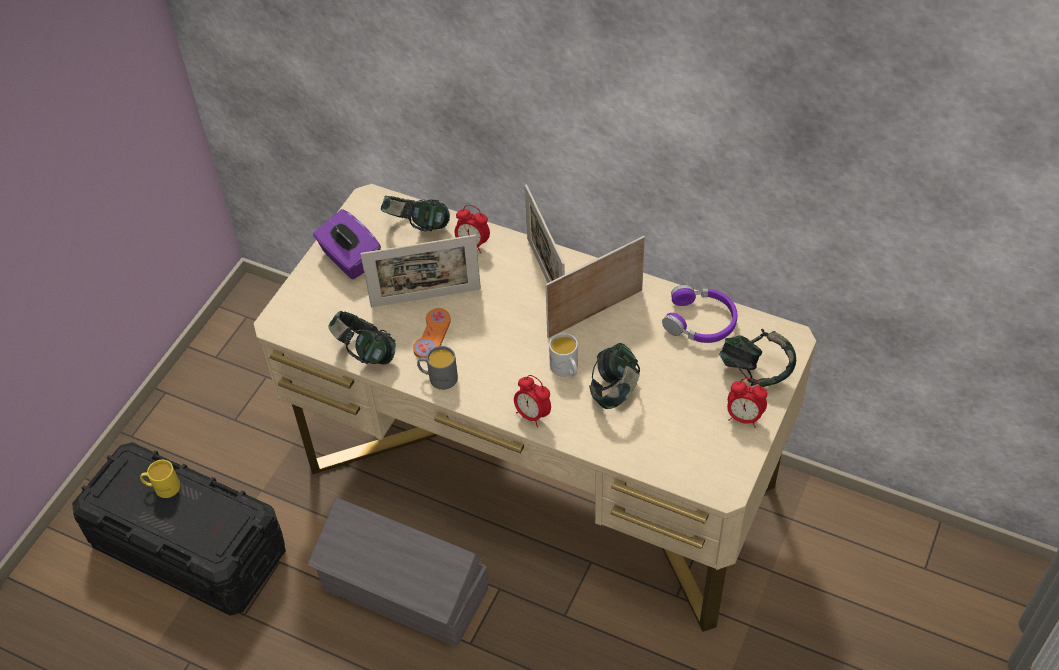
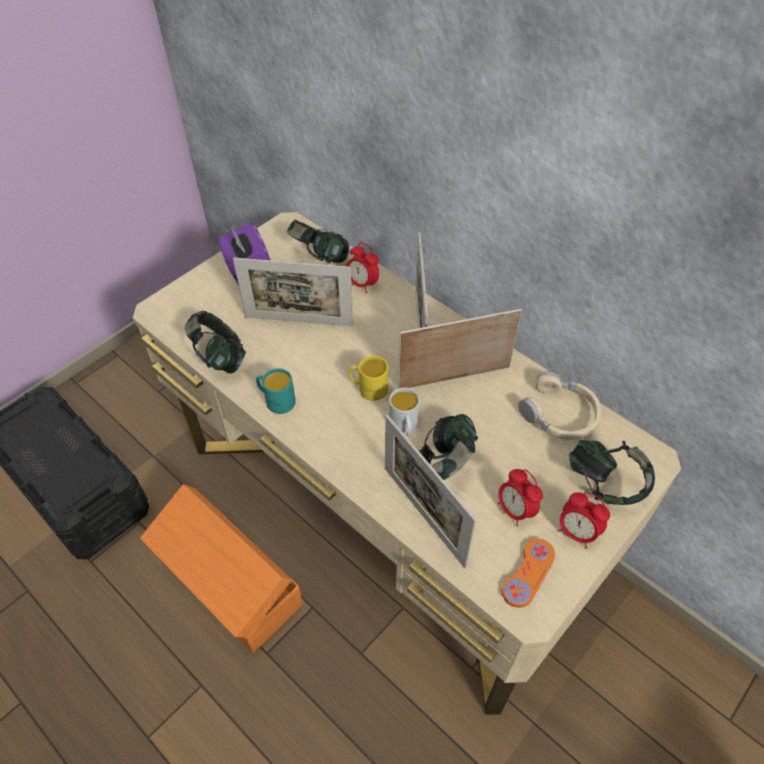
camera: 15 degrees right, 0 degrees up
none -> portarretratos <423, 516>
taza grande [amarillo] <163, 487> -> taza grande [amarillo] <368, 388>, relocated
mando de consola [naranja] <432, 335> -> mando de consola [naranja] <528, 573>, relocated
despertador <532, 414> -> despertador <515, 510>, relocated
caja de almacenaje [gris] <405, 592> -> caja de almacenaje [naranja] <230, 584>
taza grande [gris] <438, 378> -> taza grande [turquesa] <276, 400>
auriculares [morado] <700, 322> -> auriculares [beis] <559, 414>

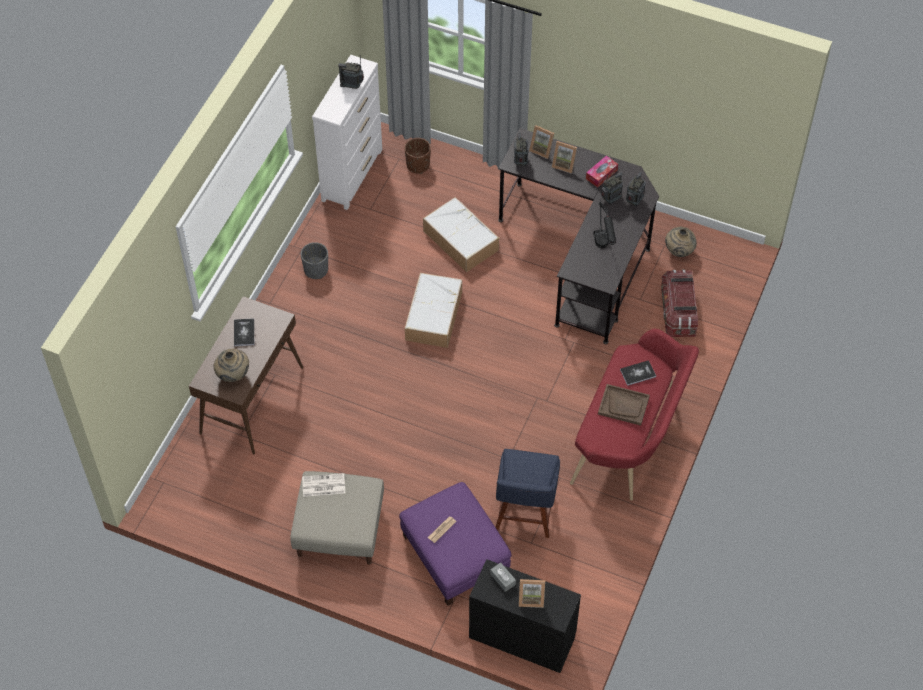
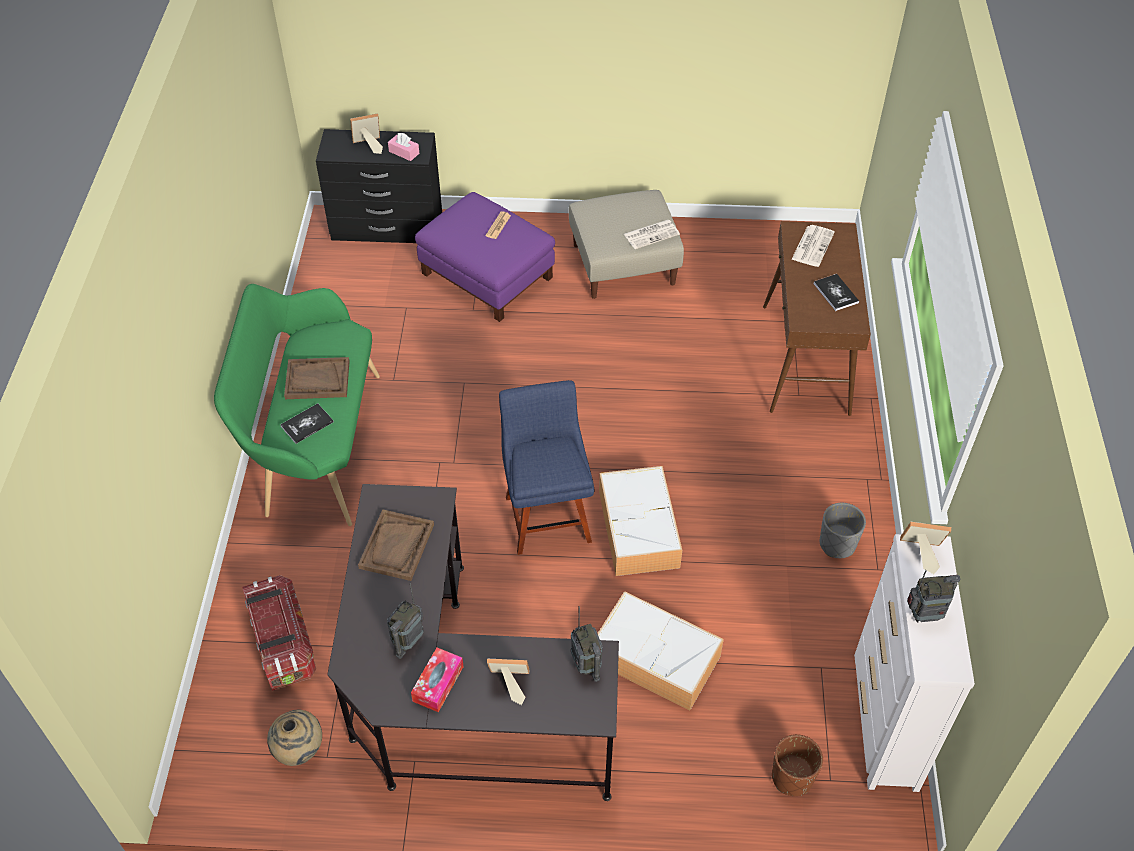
camera: 160 degrees right, 5 degrees down
radio <634, 201> -> none
silla [azul] <524, 515> -> silla [azul] <547, 515>, relocated
portarretratos <542, 149> -> portarretratos <919, 553>, relocated
florero [beis] <233, 376> -> periódico <812, 245>
lámpara de mesa [negro] <603, 250> -> bandeja [marrón] <397, 546>
caja de pañuelos [gris] <503, 579> -> caja de pañuelos [rosa] <404, 152>
banco [rojo] <630, 440> -> banco [verde] <315, 446>

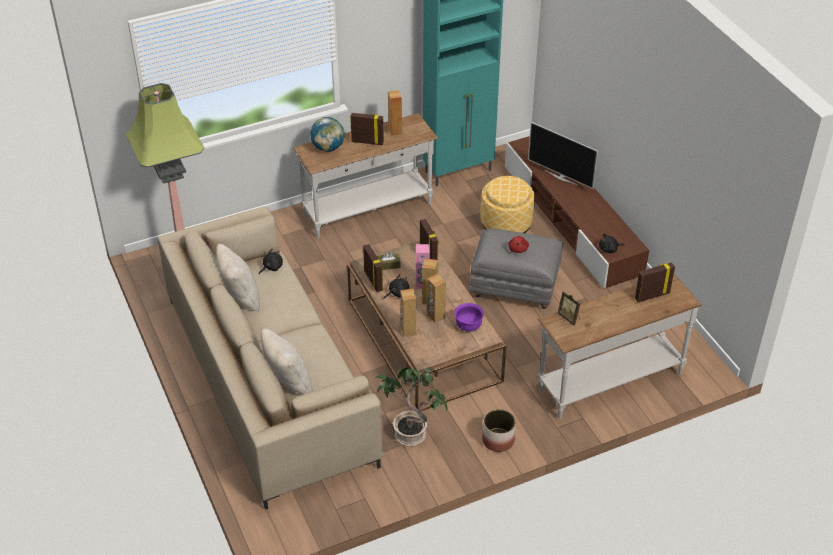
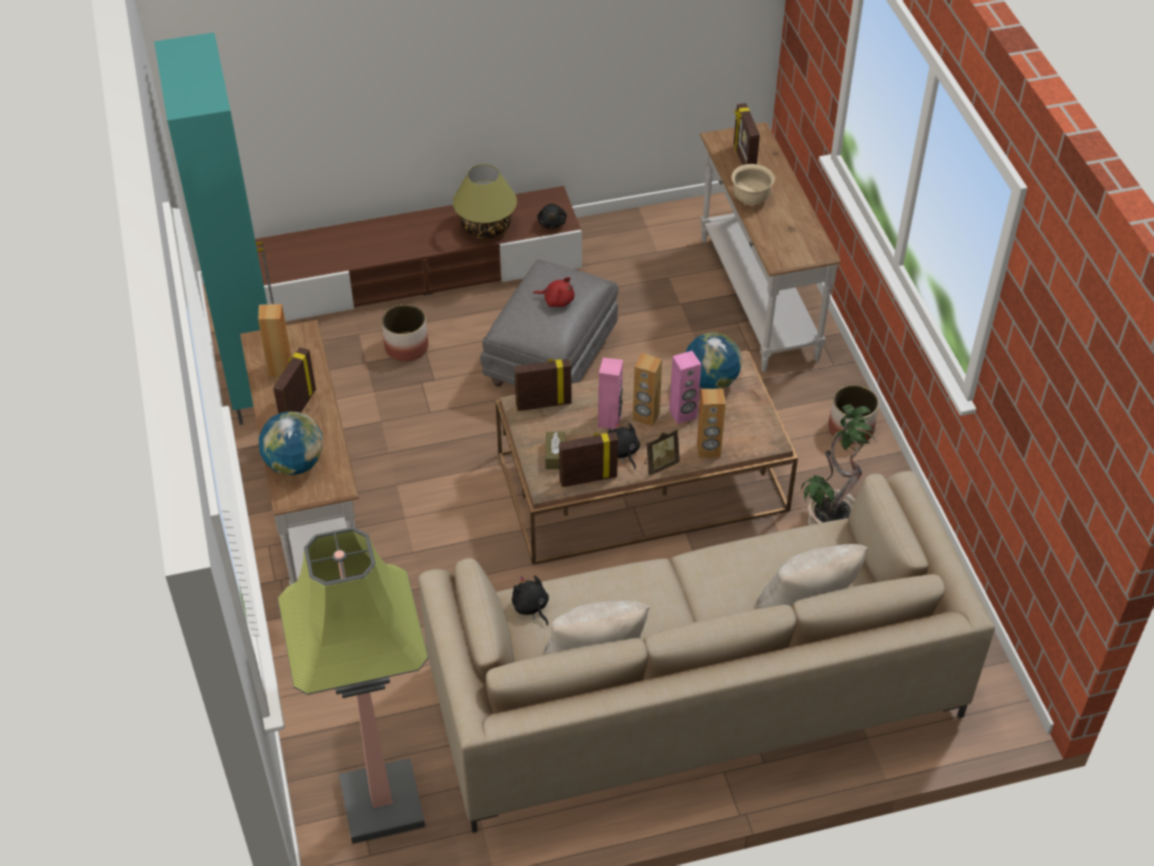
camera: 80 degrees left, 5 degrees up
televisor <561, 177> -> none
none -> lámpara de mesa <486, 227>
none -> cuenco [beis] <751, 198>
portarretratos <569, 318> -> portarretratos <660, 464>, relocated
cuenco [morado] <468, 326> -> globo terráqueo <711, 381>
puf <506, 224> -> maceta <406, 347>
altavoz [marrón] <436, 316> -> altavoz [rosa] <683, 414>

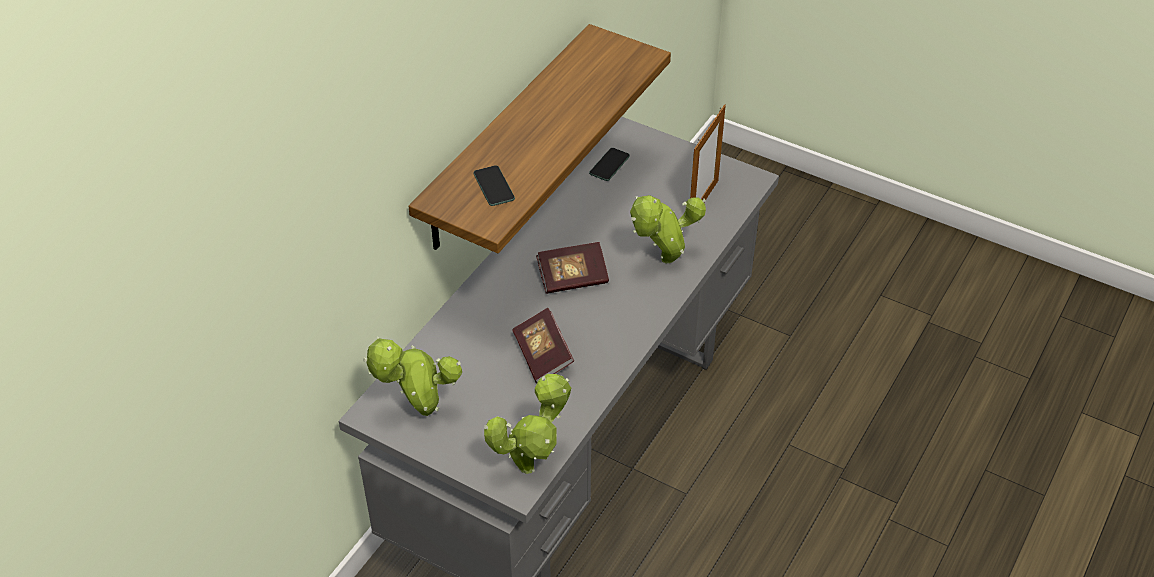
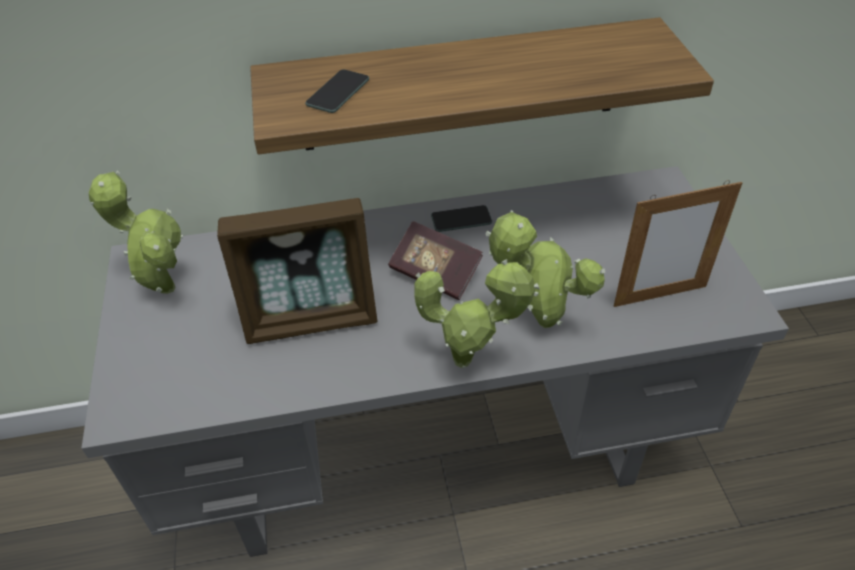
camera: 50 degrees right, 0 degrees up
planta en maceta <531, 464> -> planta en maceta <469, 361>, relocated
móvil <609, 165> -> móvil <461, 219>, relocated
libro <543, 355> -> portarretratos <312, 319>

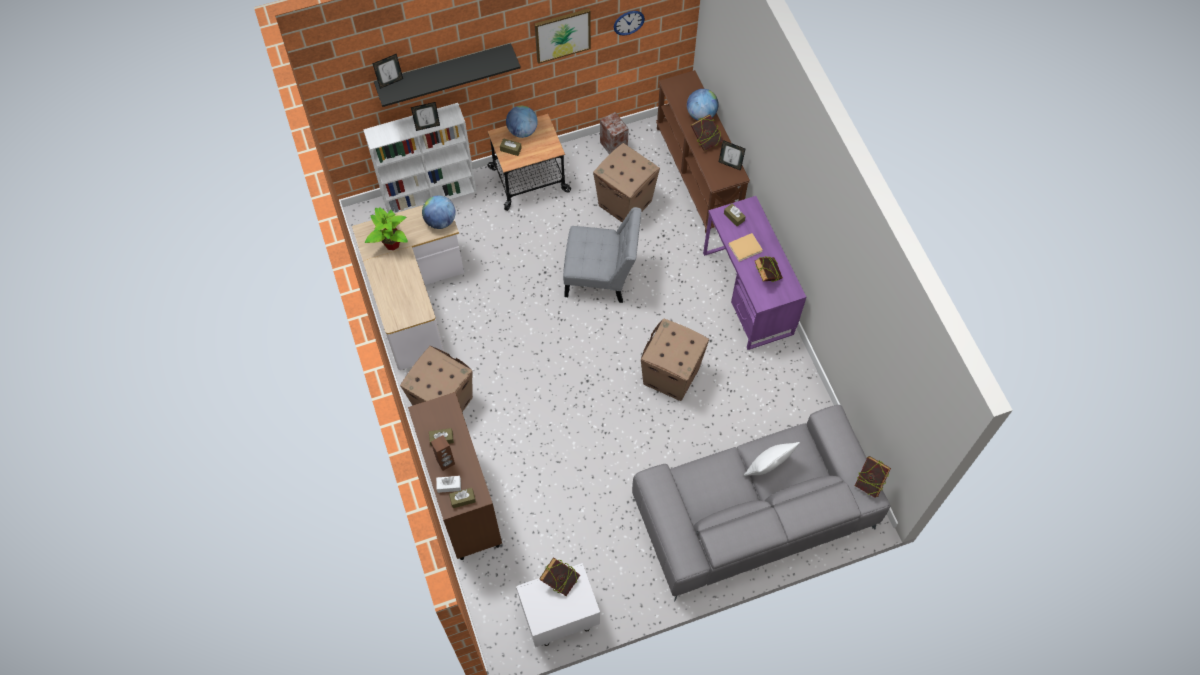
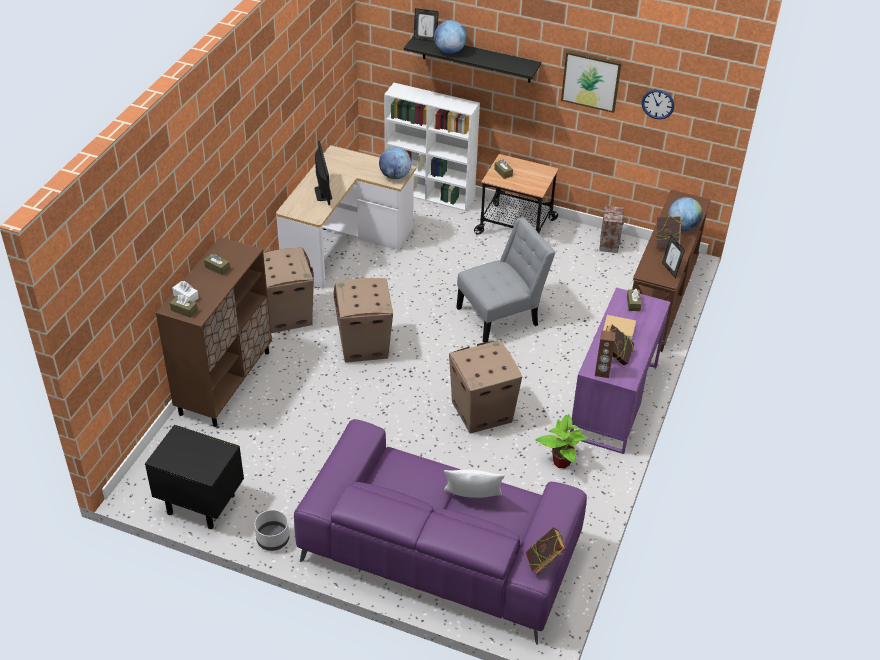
camera: 40 degrees right, 20 degrees down
portarretratos <427, 126> -> none
libro <560, 581> -> none
none -> maceta [gris] <272, 539>
none -> monitor <323, 193>
planta en maceta <391, 243> -> planta en maceta <561, 461>, relocated
altavoz [marrón] <446, 462> -> altavoz [marrón] <602, 372>, relocated
globo terráqueo <522, 131> -> globo terráqueo <450, 51>, relocated
caja de cartón <625, 203> -> caja de cartón <364, 346>, relocated
mesita de noche [blanco] <559, 617> -> mesita de noche [negro] <200, 503>
sofá [gris] <753, 513> -> sofá [morado] <439, 551>
silla [gris] <601, 276> -> silla [gris] <501, 315>, 75 degrees counterclockwise

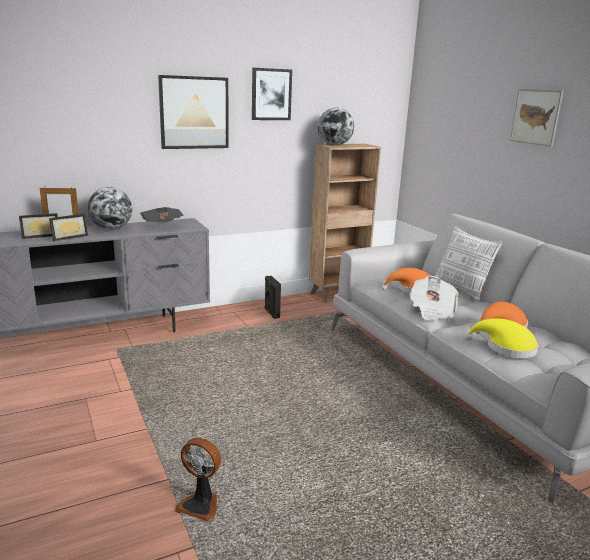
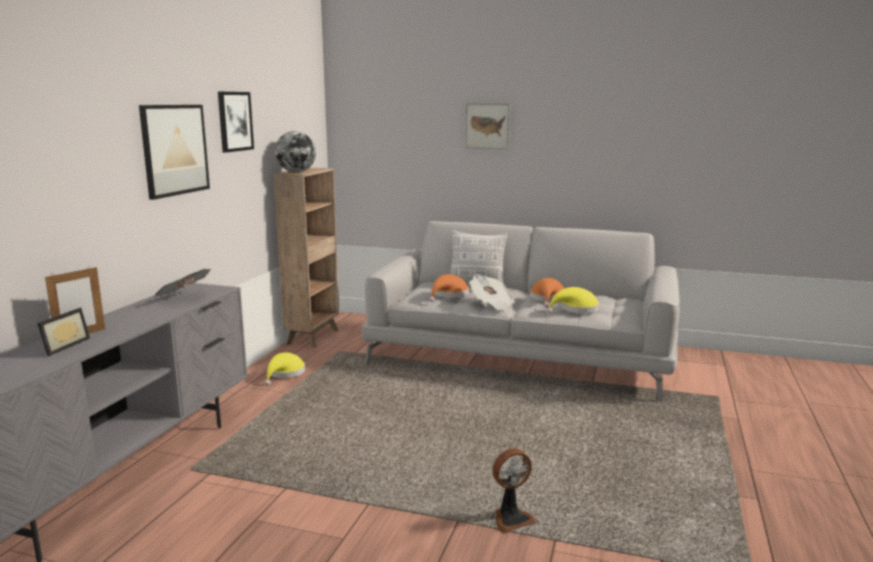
camera: 45 degrees left, 5 degrees down
portarretratos <68, 237> -> none
globo terráqueo <111, 229> -> none
altavoz [negro] <271, 313> -> sombrero [amarillo] <285, 374>

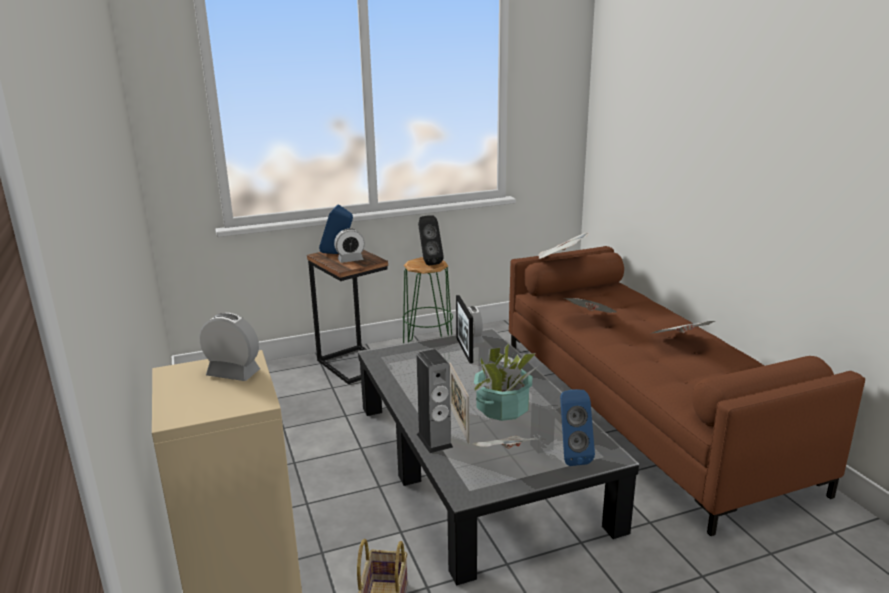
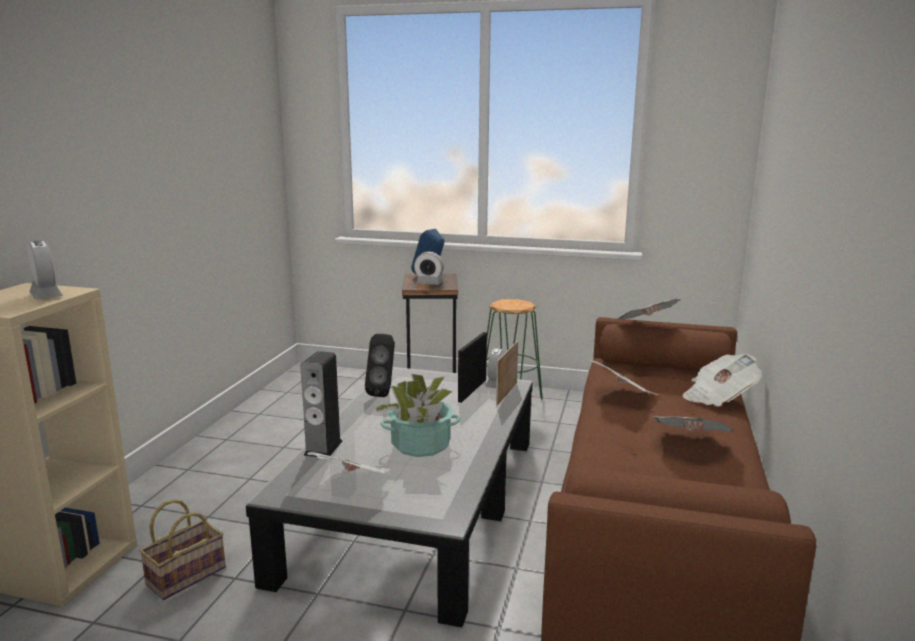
camera: 35 degrees right, 5 degrees down
altavoz [azul] <571, 455> -> none
none -> periódico <718, 397>
altavoz [negro] <428, 262> -> altavoz [negro] <384, 392>, relocated
portarretratos <459, 424> -> portarretratos <506, 394>, relocated

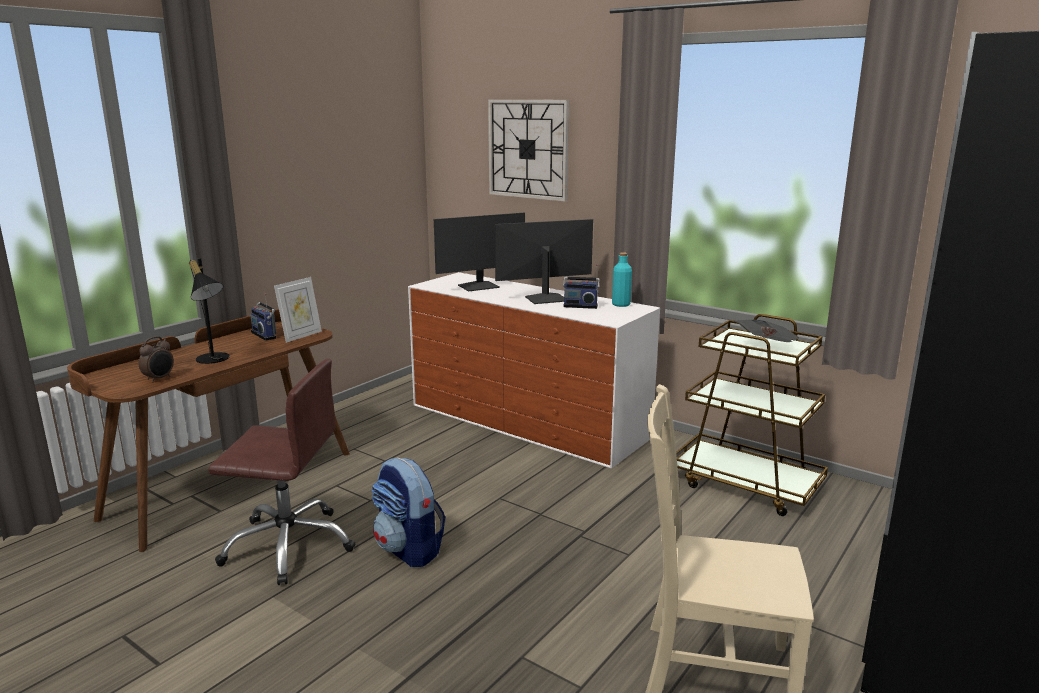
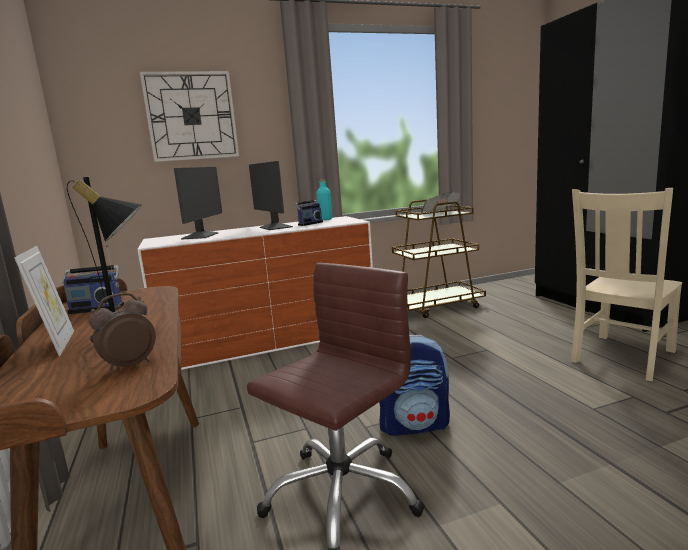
camera: 55 degrees left, 5 degrees down
portarretratos <301, 336> -> portarretratos <58, 344>, relocated
despertador <159, 379> -> despertador <129, 366>, 105 degrees counterclockwise
monitor <545, 298> -> monitor <275, 227>, 45 degrees counterclockwise

